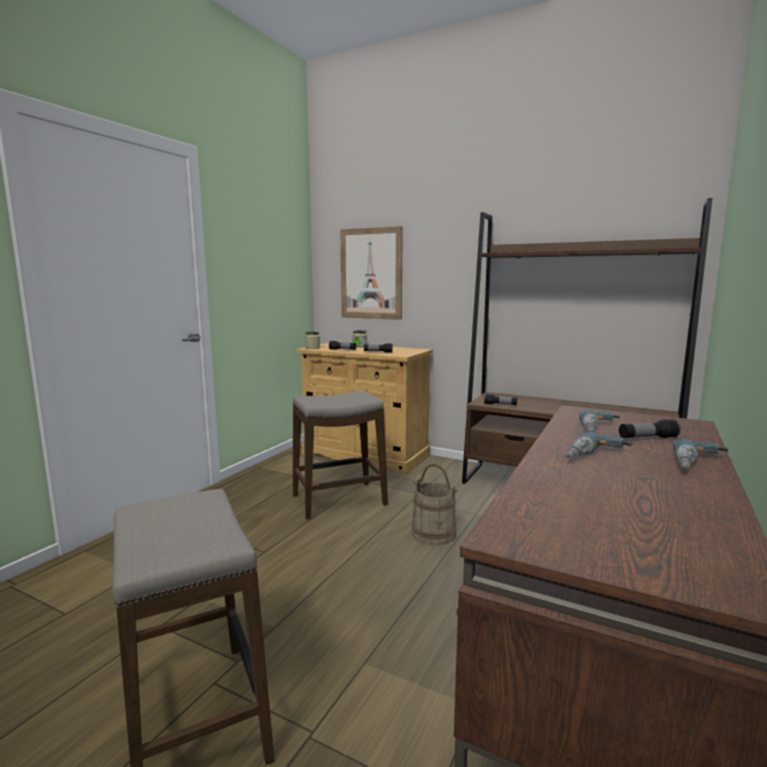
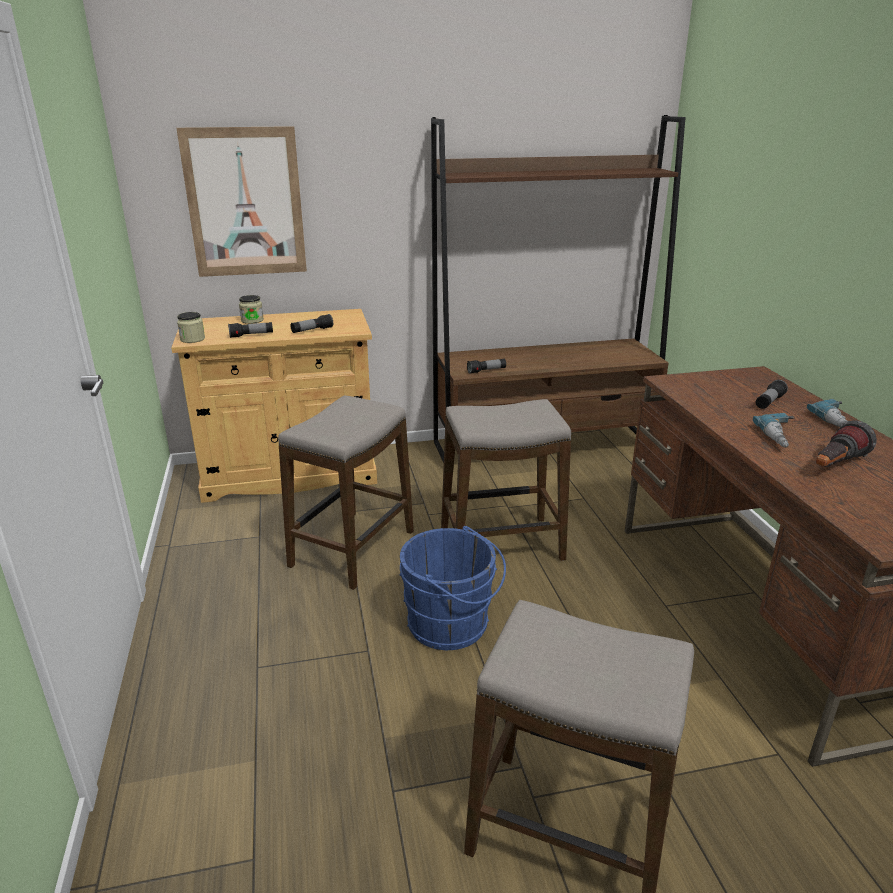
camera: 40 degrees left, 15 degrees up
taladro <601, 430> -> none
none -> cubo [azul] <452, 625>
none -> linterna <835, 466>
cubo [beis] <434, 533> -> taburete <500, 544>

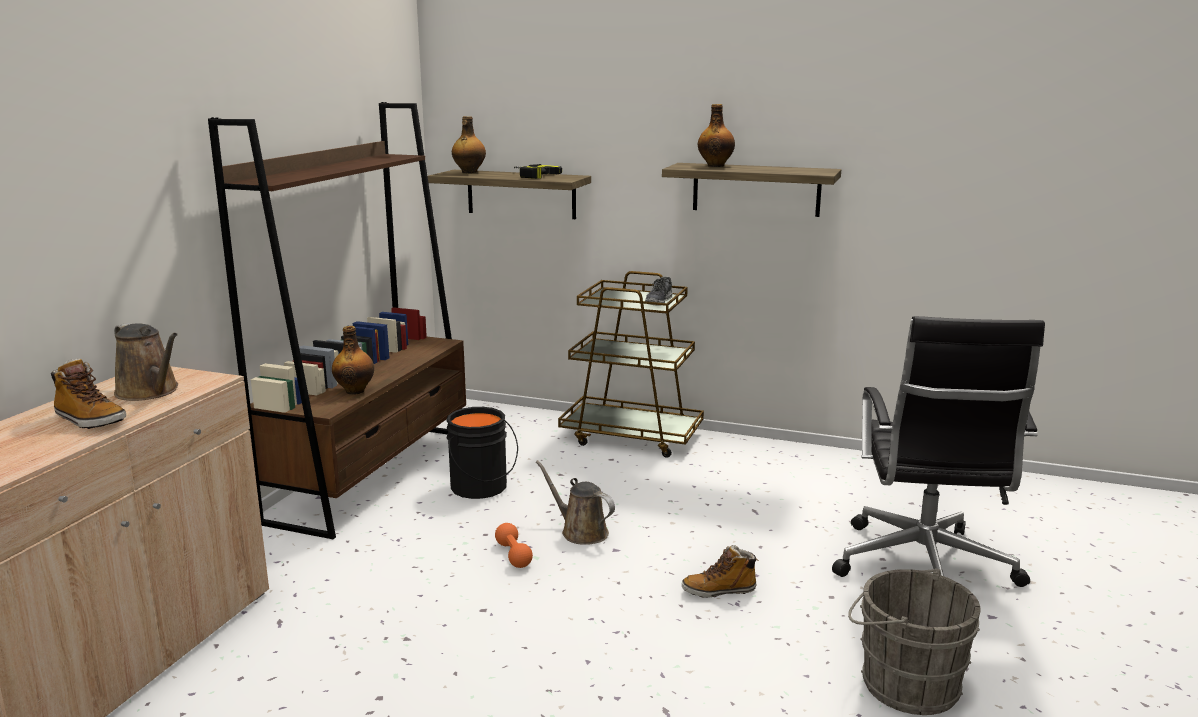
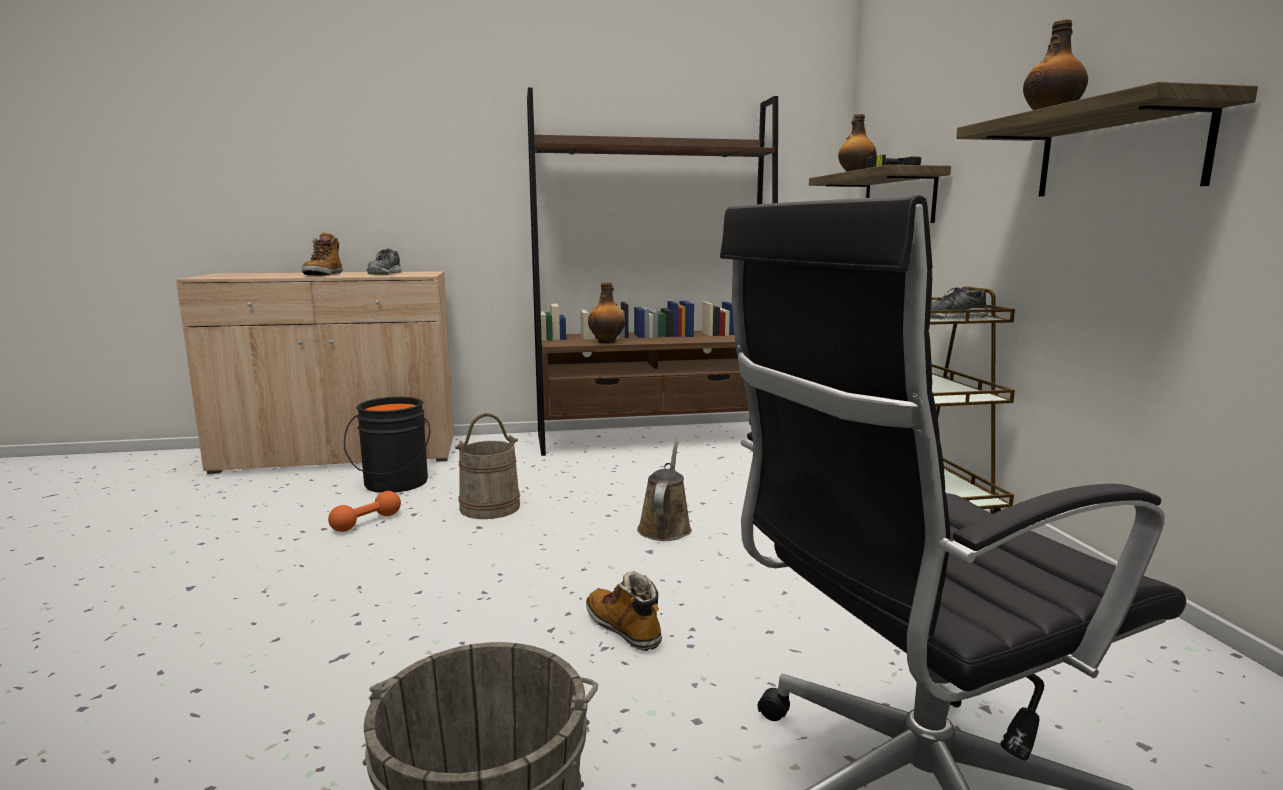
camera: 60 degrees right, 5 degrees down
none -> cubo [beis] <490, 507>
cubo [negro] <481, 488> -> cubo [negro] <394, 484>, relocated
mancuerna [naranja] <513, 555> -> mancuerna [naranja] <366, 522>, relocated
regadera [marrón] <150, 392> -> zapato <385, 274>

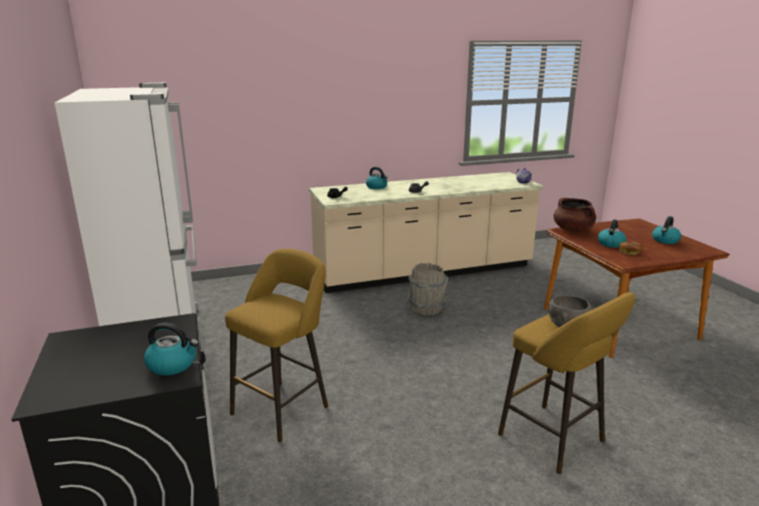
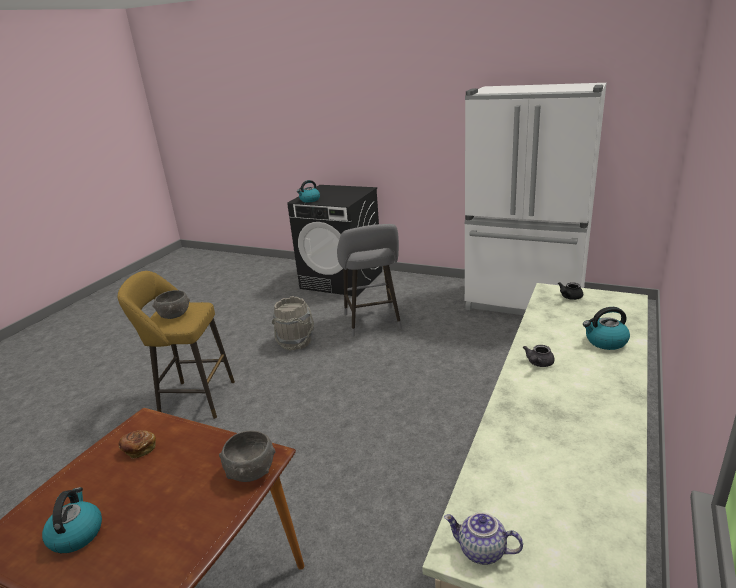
camera: 135 degrees right, 5 degrees up
hervidor <610, 243> -> none
cubo [gris] <426, 309> -> cubo [gris] <295, 342>, relocated
olla [marrón] <573, 230> -> cuenco [gris] <251, 471>
taburete [amarillo] <284, 407> -> taburete [gris] <373, 323>

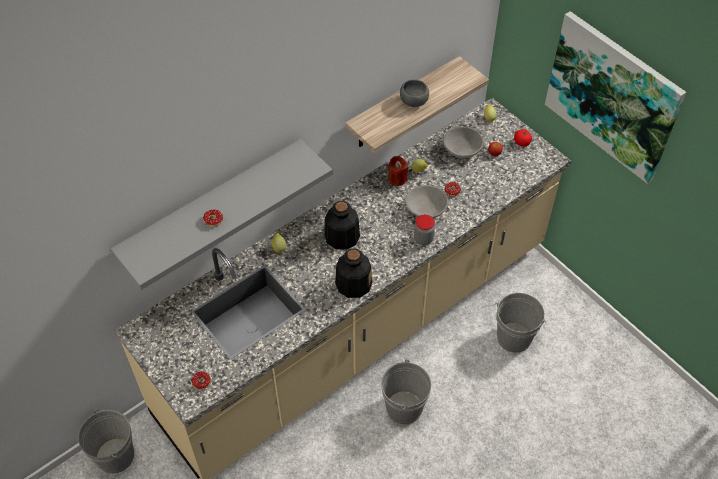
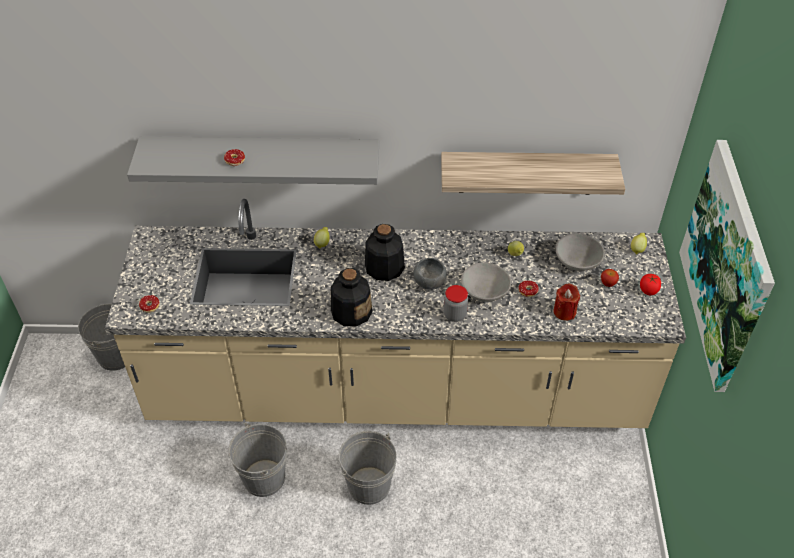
camera: 40 degrees right, 5 degrees down
vela [rojo] <397, 179> -> vela [rojo] <564, 311>, relocated
cuenco [gris] <413, 102> -> cuenco [gris] <428, 283>, relocated
cubo [gris] <514, 337> -> cubo [gris] <264, 478>, relocated

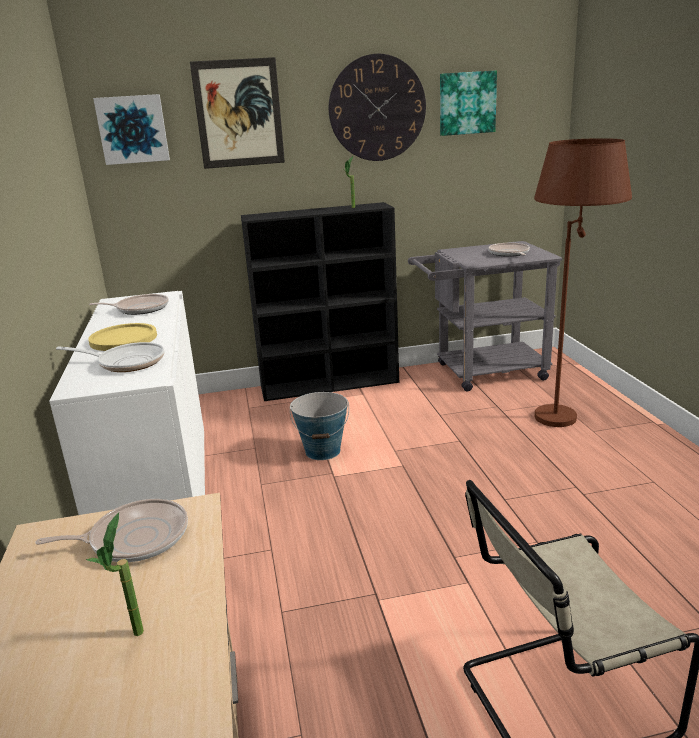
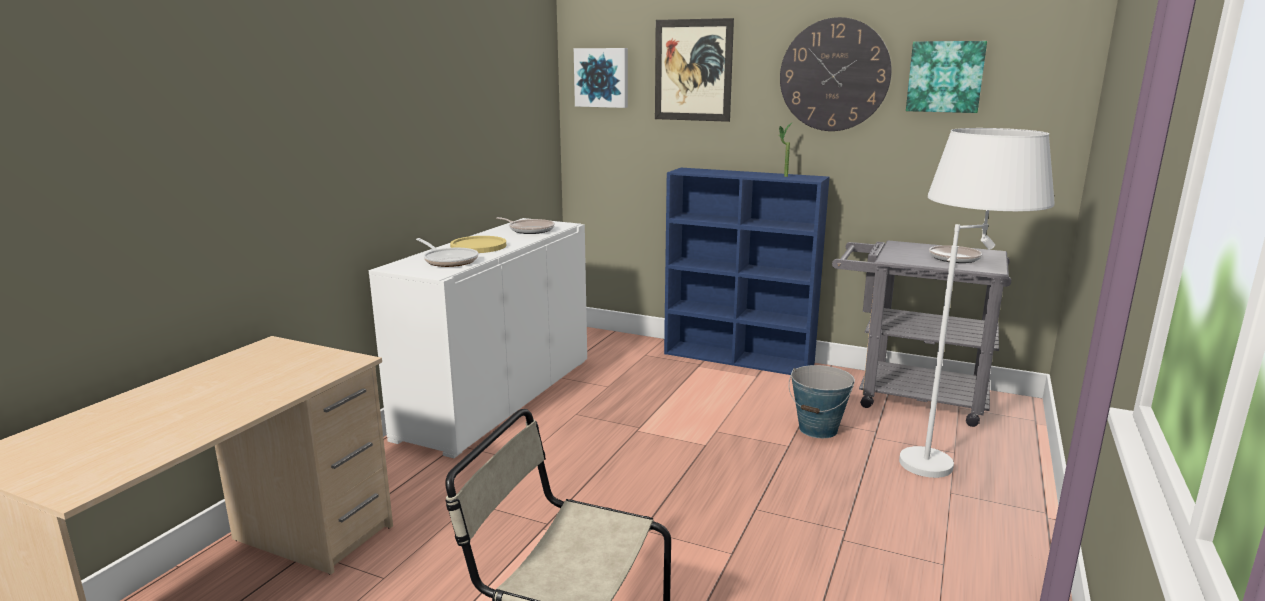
camera: 35 degrees right, 5 degrees down
sartén <134, 538> -> none
planta en maceta <133, 640> -> none
cubo <323, 451> -> cubo <818, 429>, relocated
estantería [negro] <331, 384> -> estantería [azul] <739, 358>
lámpara de pie [marrón] <565, 409> -> lámpara de pie [blanco] <950, 461>

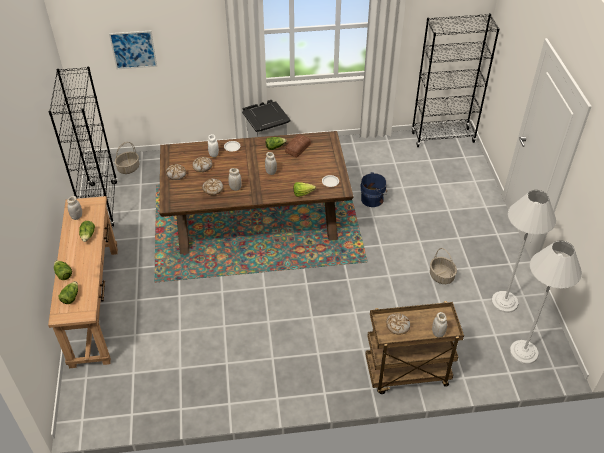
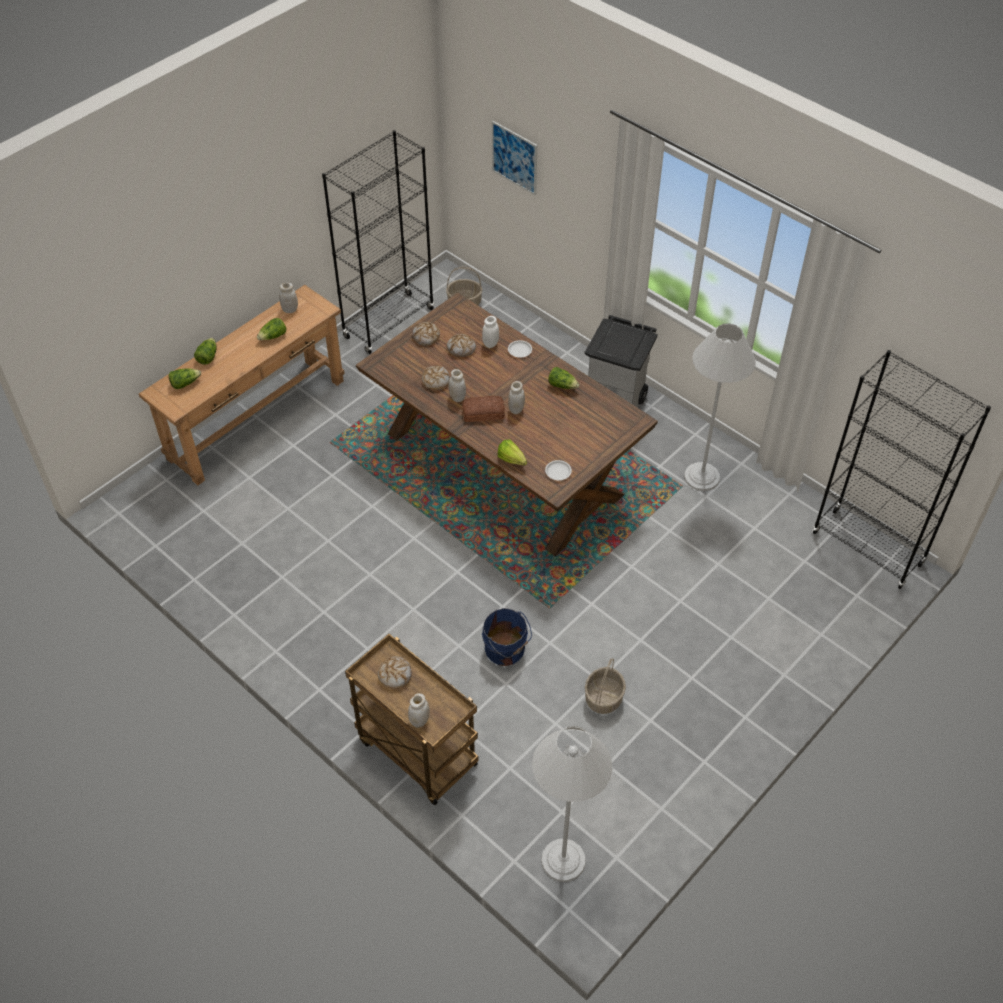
camera: 50 degrees right, 5 degrees up
pan <297, 148> -> pan <483, 412>, relocated
cubo [azul] <373, 199> -> cubo [azul] <506, 650>, relocated
lámpara de pie [blanco] <504, 302> -> lámpara de pie [blanco] <702, 477>, relocated

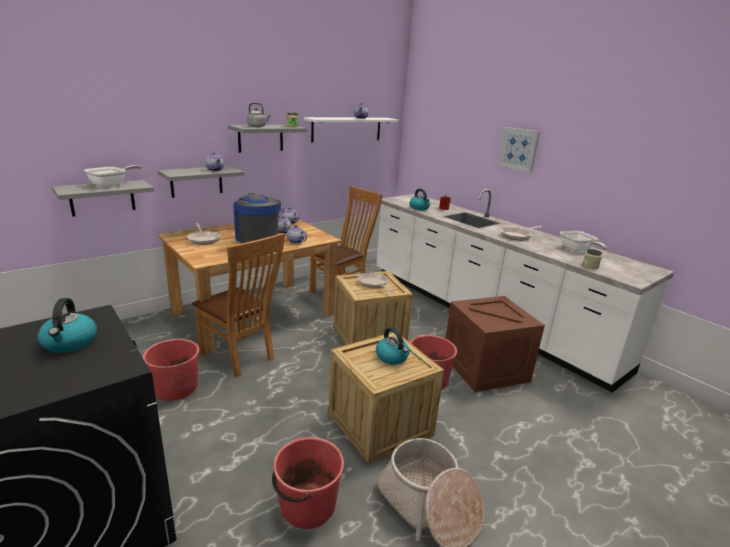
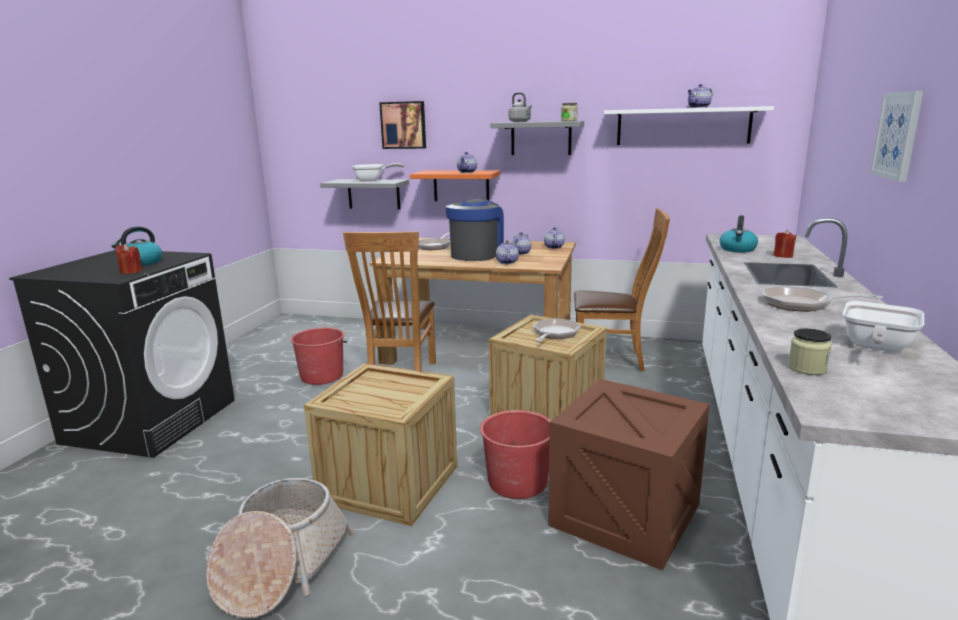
camera: 55 degrees right, 5 degrees down
cubo [rojo] <307, 505> -> none
hervidor <392, 357> -> none
none -> vela [rojo] <131, 271>
none -> cuadro <403, 125>
estante [gris] <196, 181> -> estante [naranja] <461, 186>

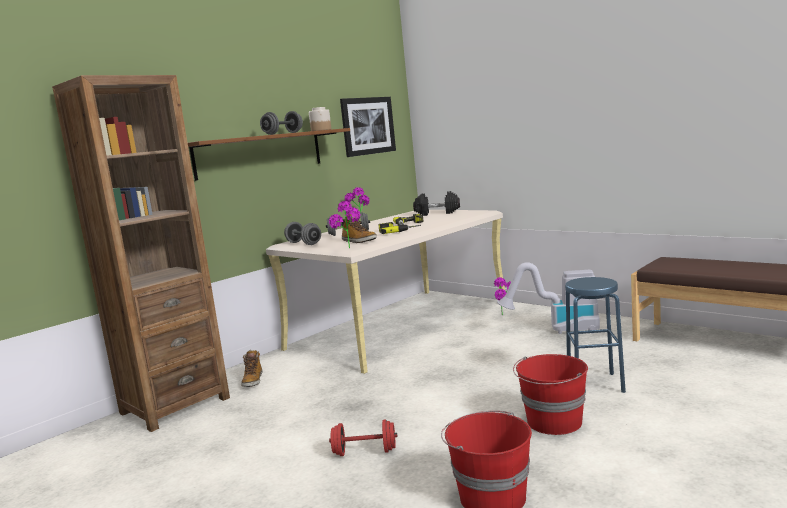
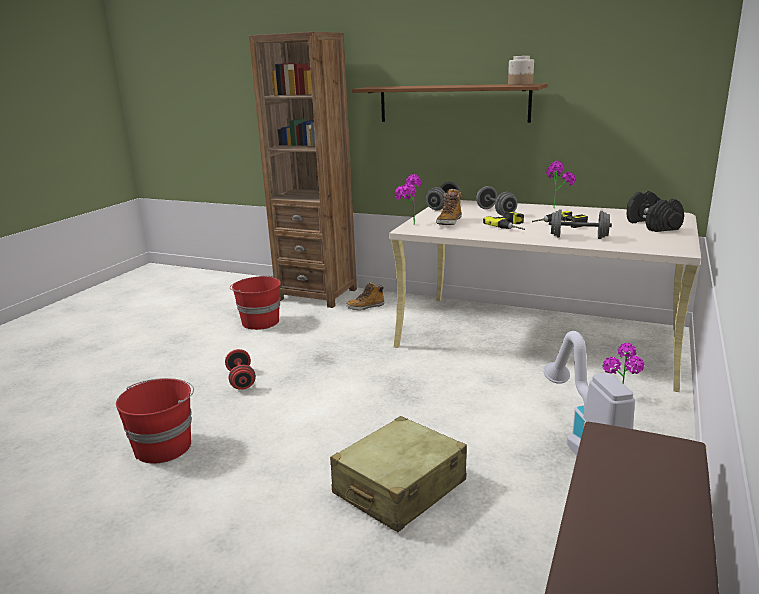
camera: 70 degrees right, 10 degrees up
cuadro <367, 126> -> none
mancuerna [gris] <283, 133> -> mancuerna [gris] <578, 237>, relocated
cubo [rojo] <553, 422> -> cubo [rojo] <259, 322>, relocated
taburete [azul] <595, 384> -> maleta [beis] <399, 488>

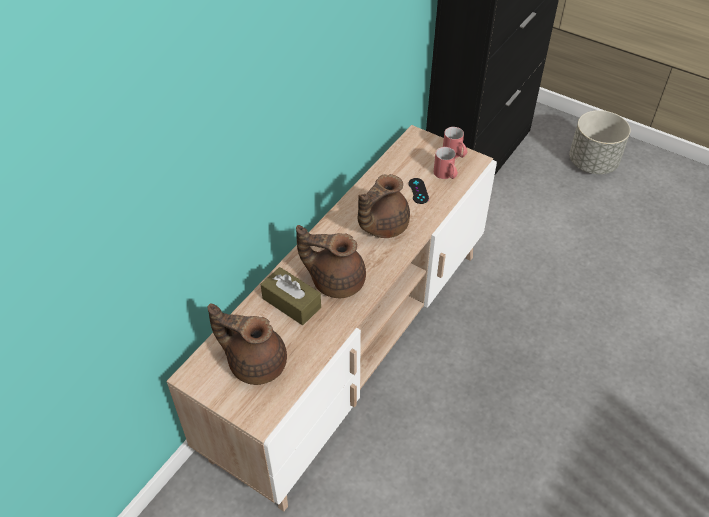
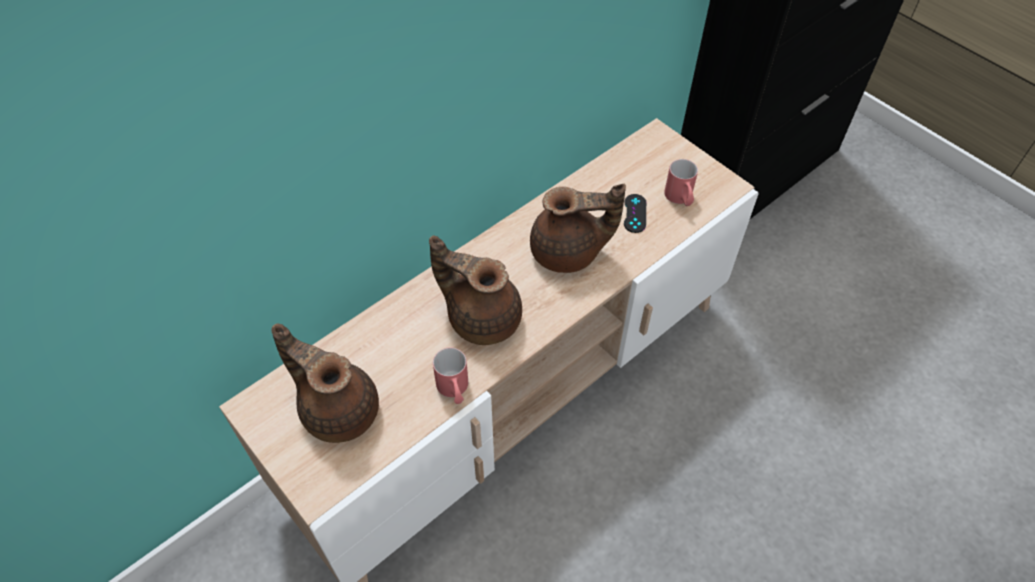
camera: 15 degrees right, 5 degrees up
caja de pañuelos [marrón] <291, 303> -> none
maceta [gris] <593, 163> -> none
taza grande [rojo] <455, 155> -> taza grande [rojo] <454, 390>, relocated
tetera [marrón] <381, 226> -> tetera [marrón] <568, 252>, 150 degrees counterclockwise

